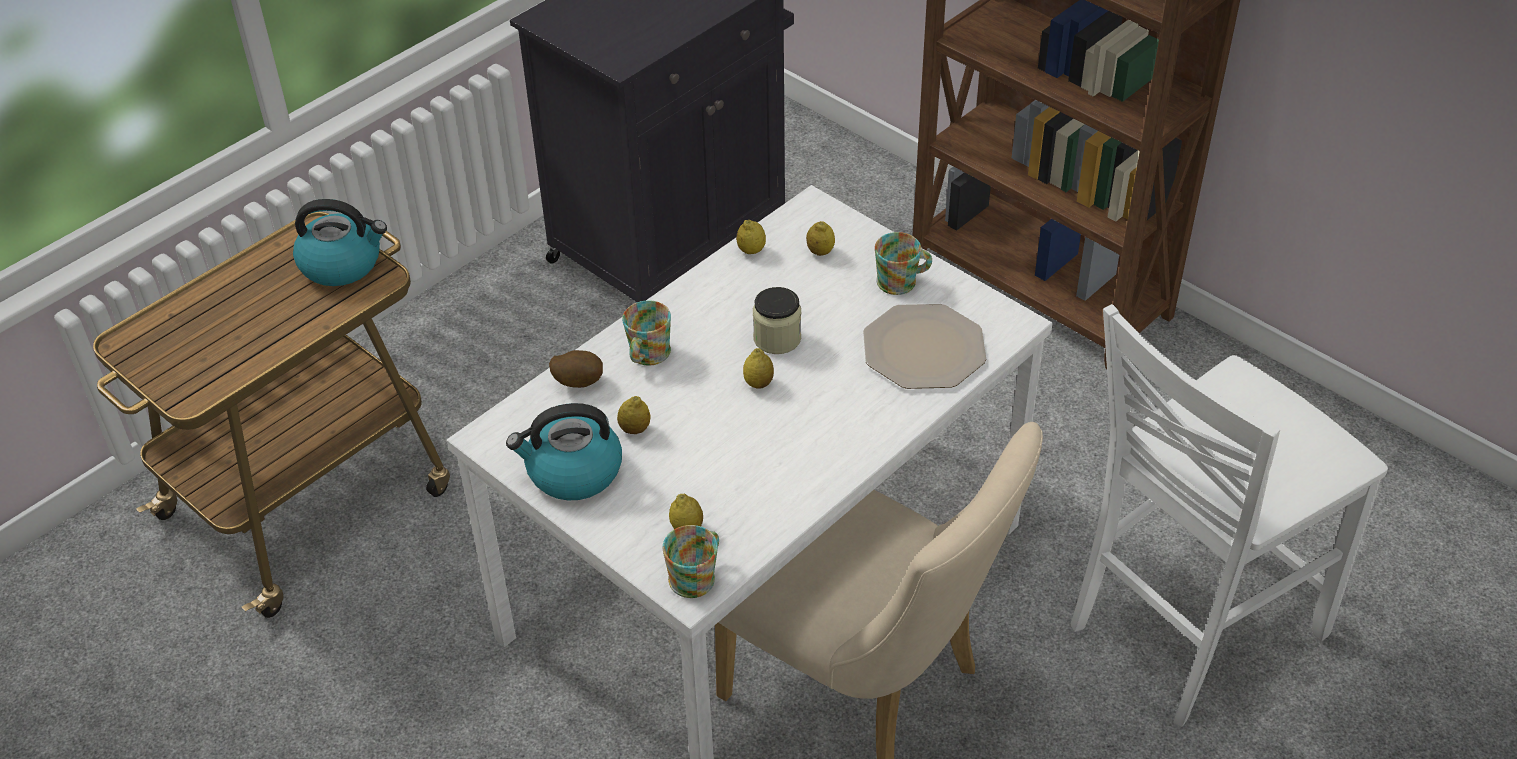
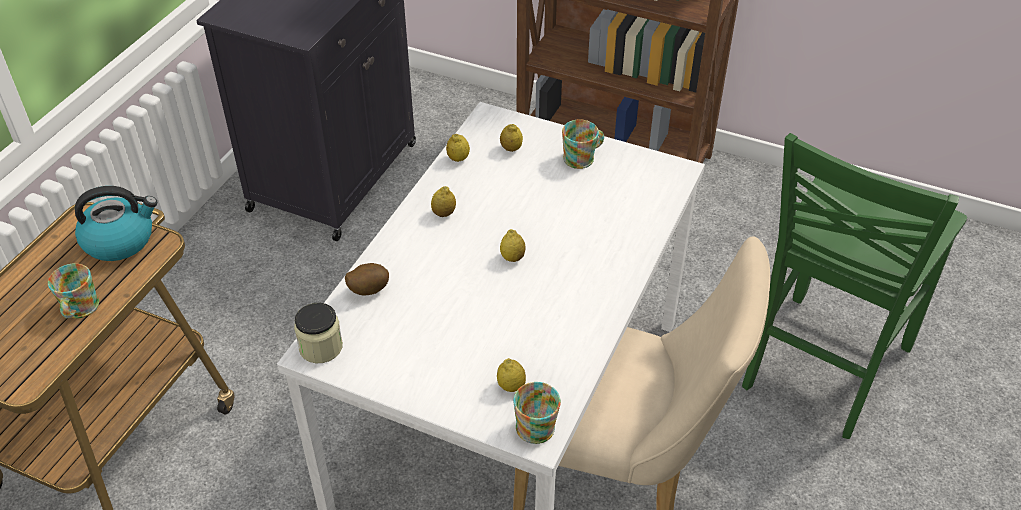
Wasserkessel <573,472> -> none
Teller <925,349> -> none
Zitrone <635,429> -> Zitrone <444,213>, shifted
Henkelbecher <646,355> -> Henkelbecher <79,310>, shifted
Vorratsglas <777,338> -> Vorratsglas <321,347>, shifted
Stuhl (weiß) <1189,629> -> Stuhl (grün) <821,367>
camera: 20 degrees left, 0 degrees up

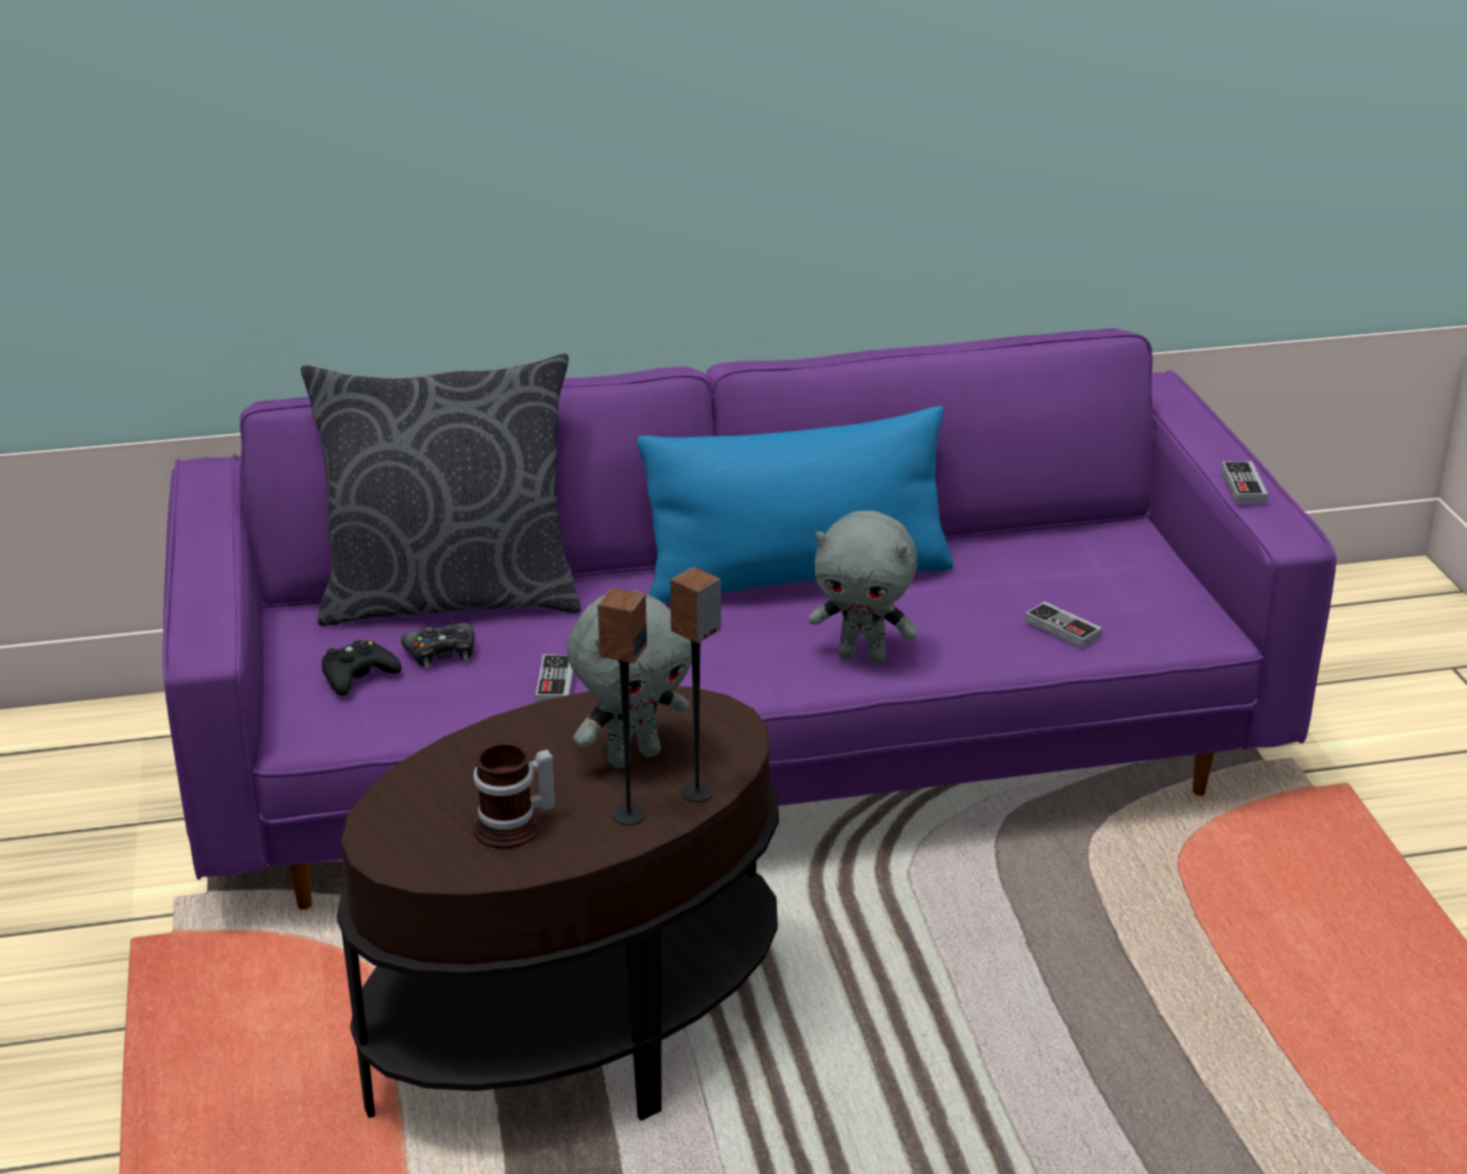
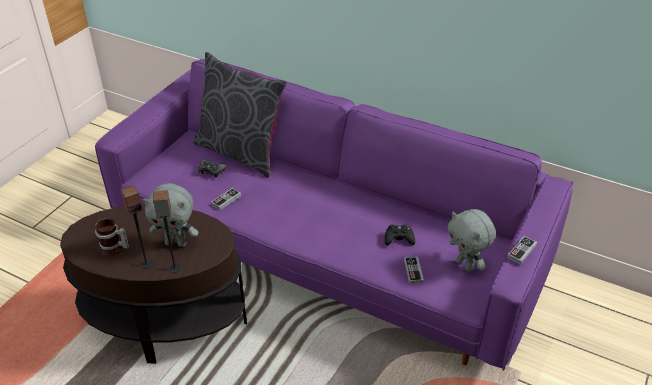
Kissen (blau) <797,576> -> none
Gamepad (schwarz) <358,676> -> Gamepad (schwarz) <399,238>, shifted
Plüschtier (grau) <863,656> -> Plüschtier (grau) <465,265>, shifted
camera: 40 degrees right, 10 degrees up

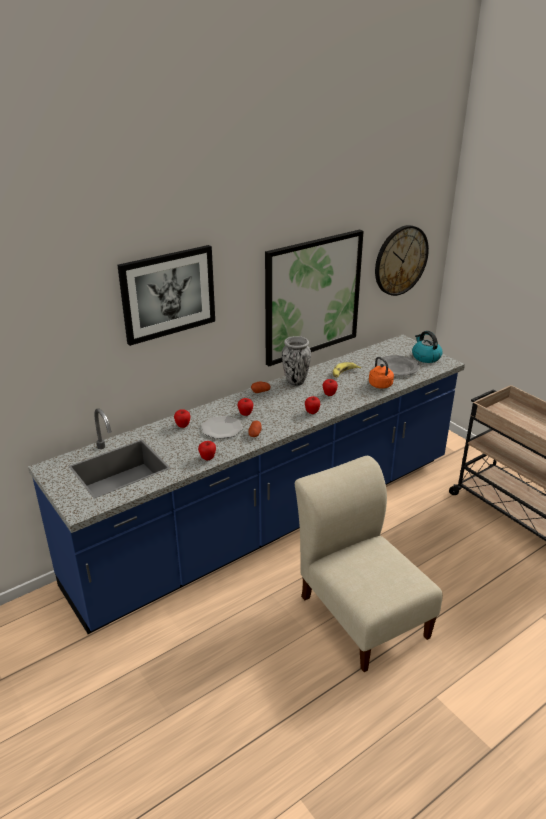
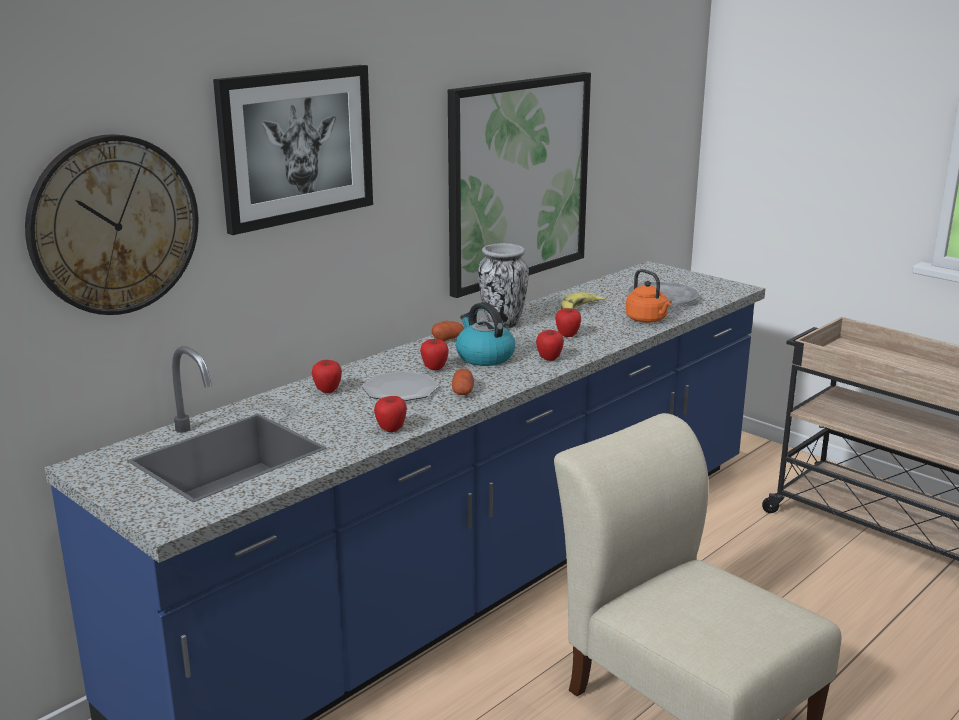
Wanduhr <400,260> -> Wanduhr <114,225>, shifted
Wasserkessel <425,357> -> Wasserkessel <484,357>, shifted
camera: 10 degrees left, 10 degrees down

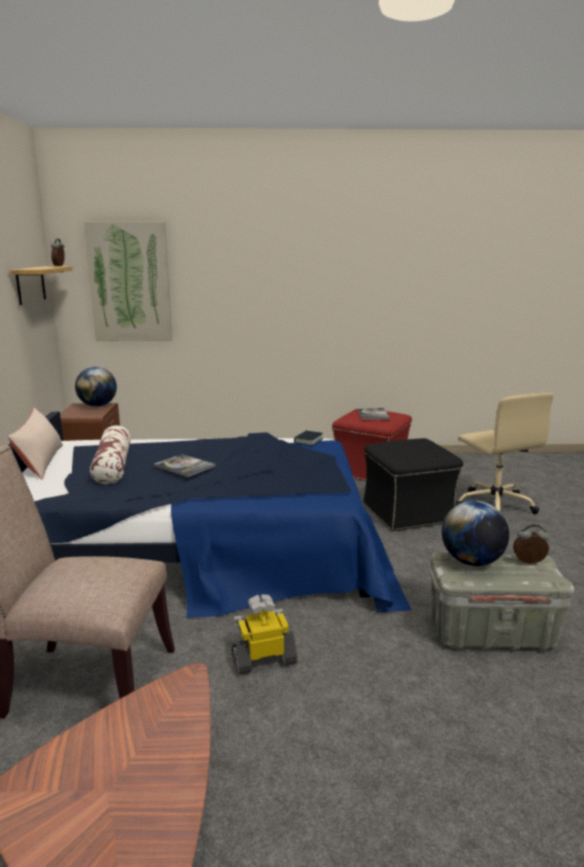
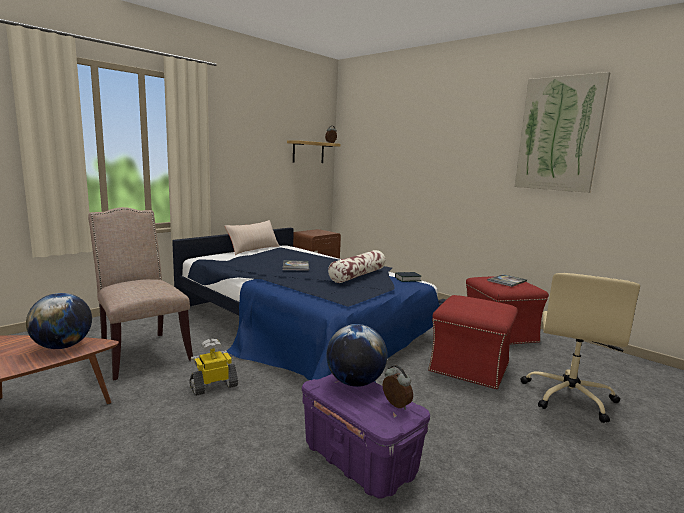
Globus <98,406> -> Globus <62,346>, shifted
Bild <130,282> -> Bild <559,134>, shifted
Kissen <113,466> -> Kissen <358,275>, shifted
Polsterhocker (schwarz) <408,513> -> Polsterhocker (rot) <470,367>
Aufbewahrungsbox (grau) <491,633> -> Aufbewahrungsbox (lila) <358,460>
Spielzeugroboter <264,659> -> Spielzeugroboter <213,386>, 60 degrees counterclockwise
camera: 45 degrees right, 5 degrees down

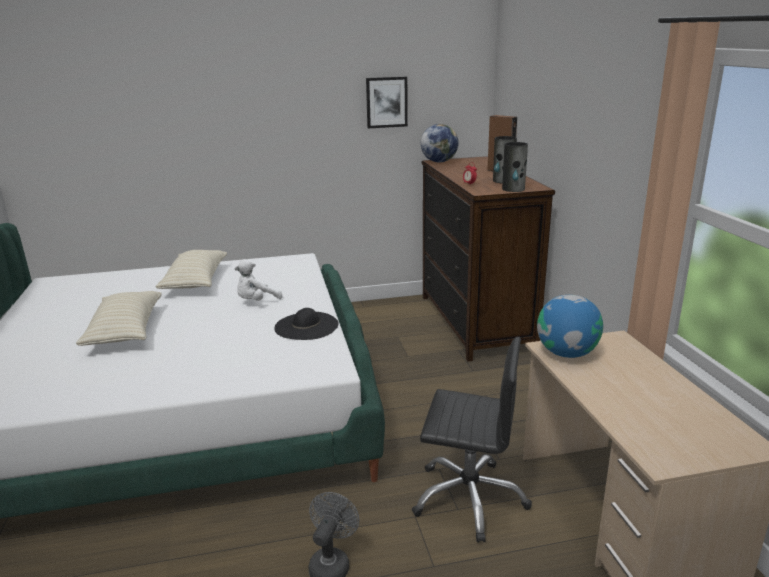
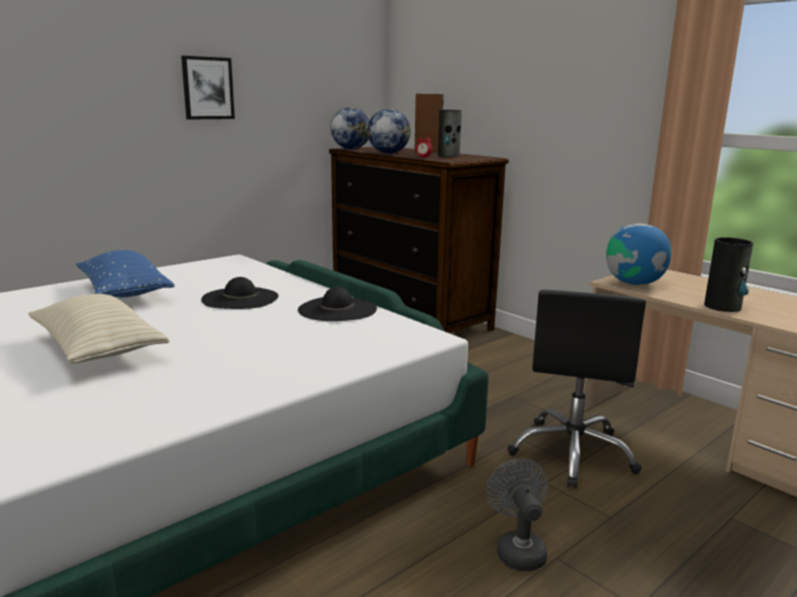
none -> Globus <388,153>
Bild <386,102> -> Bild <207,88>, shifted
Vase <513,189> -> Vase <723,306>, shifted
Plüschtier (weiß) <256,301> -> Hut (schwarz) <240,298>
Kissen (beige) <195,282> -> Kissen (blau) <125,292>
Bürostuhl (schwarz) <469,498> -> Bürostuhl (schwarz) <573,453>, 120 degrees clockwise
camera: 30 degrees left, 5 degrees down

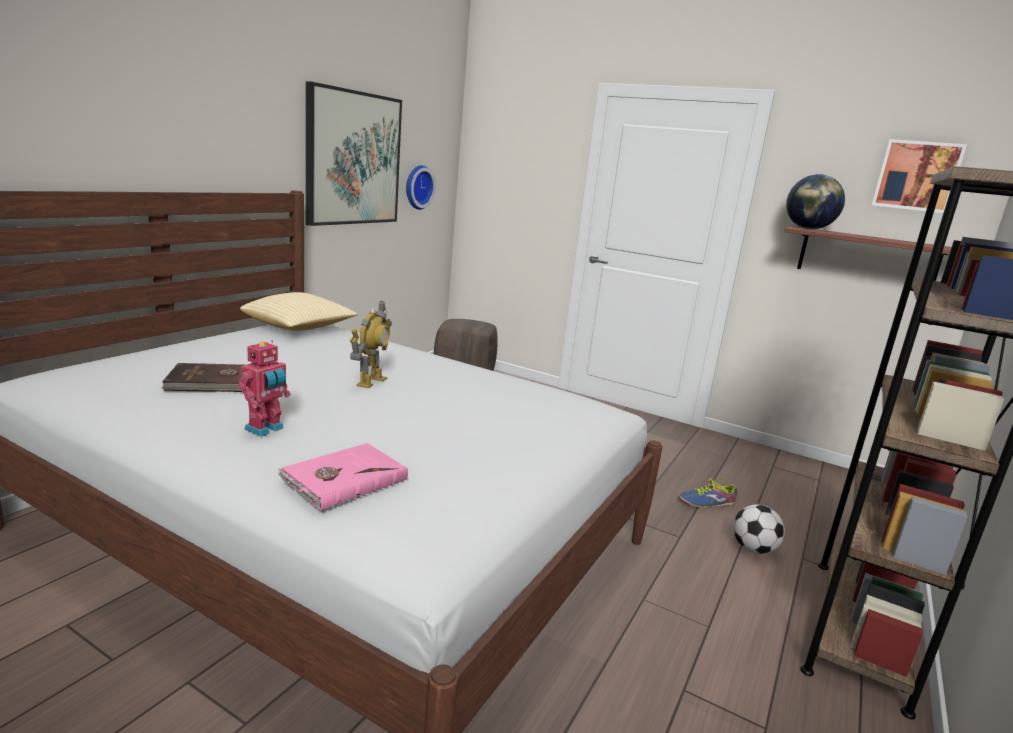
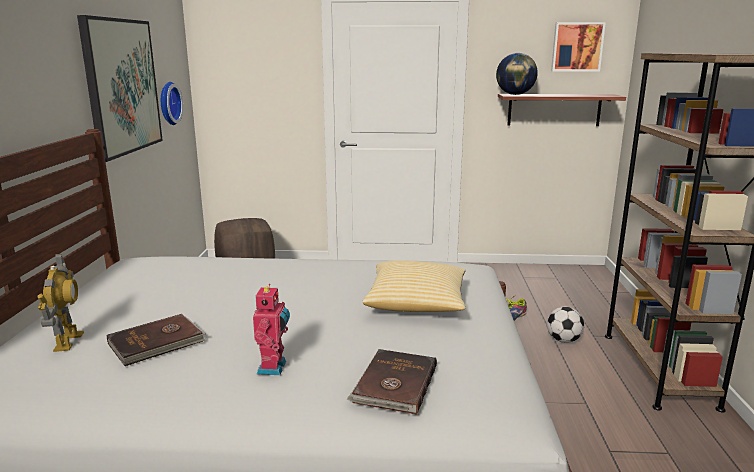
Kissen <299,328> -> Kissen <416,303>, shifted
Spielzeugroboter <370,381> -> Spielzeugroboter <67,341>, shifted
Buch (rosa) <343,479> -> Buch (braun) <394,384>
camera: 25 degrees left, 0 degrees up

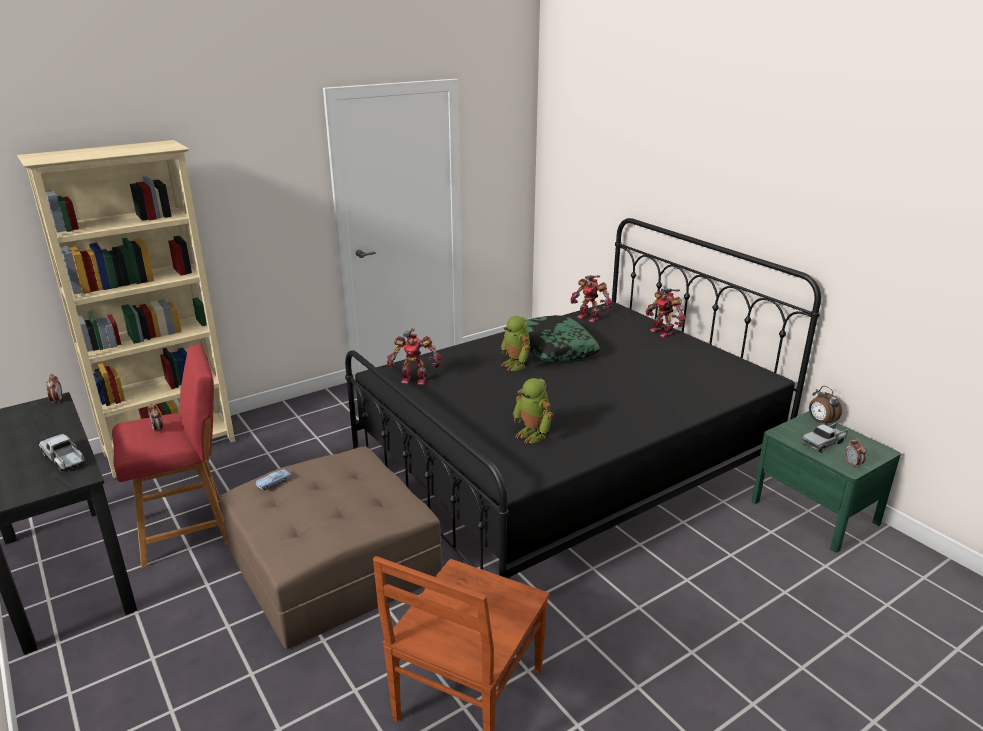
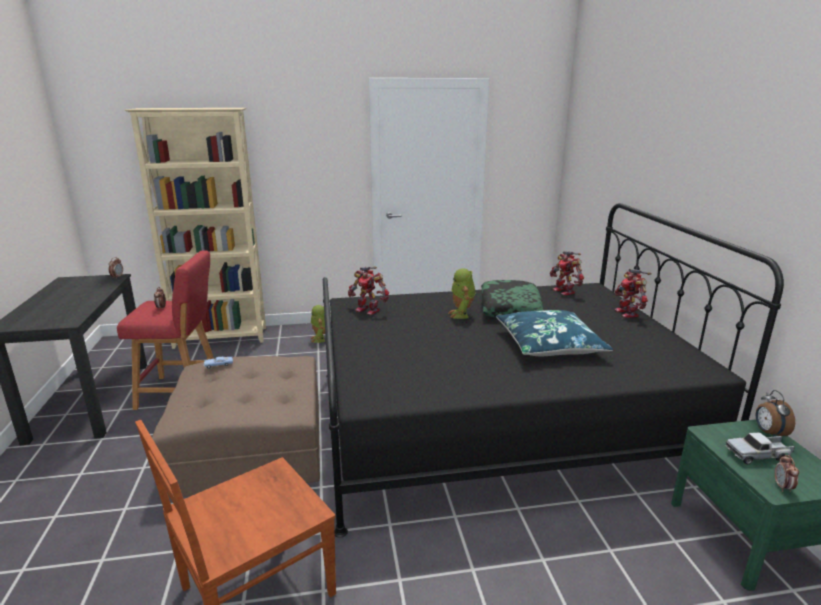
Spielzeuglaster <65,459> -> none
none -> Kissen (blau) <549,344>
Spielzeugroboter <533,434> -> Spielzeugroboter <320,339>, shifted
camera: 25 degrees right, 5 degrees down

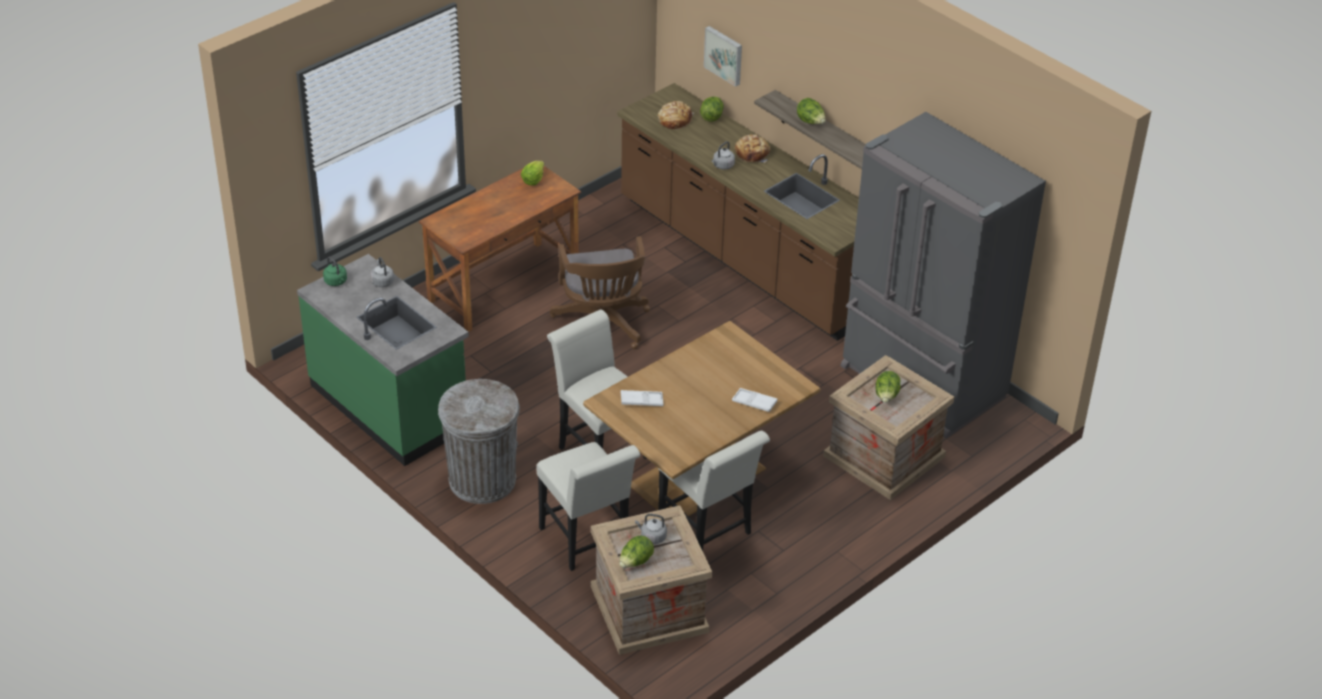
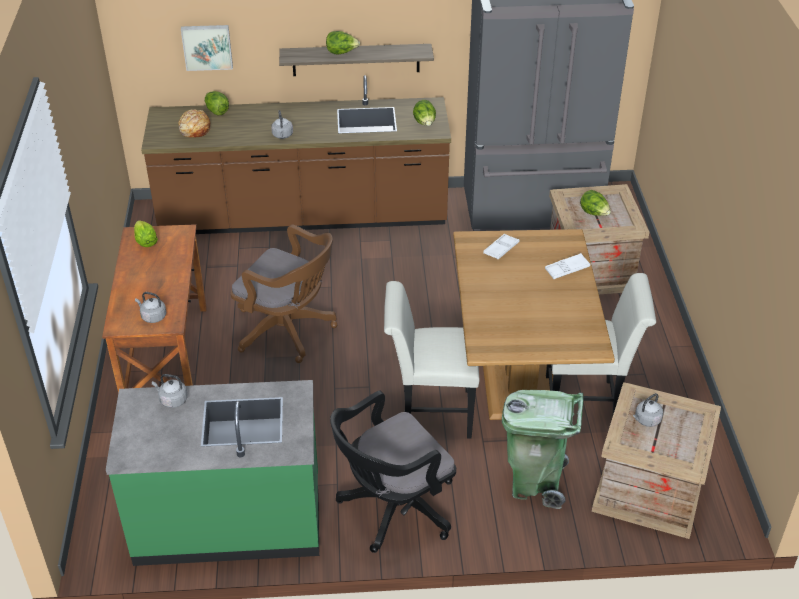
Wasserkessel (grün) <336,282> -> none
Brot <752,153> -> none
none -> Wasserkessel (grau) <152,316>
Salatkopf <635,562> -> Salatkopf <425,123>, shifted
Tablett (weiß) <641,401> -> Tablett (weiß) <501,249>, shifted
Mülleimer (grau) <482,479> -> Bürostuhl (schwarz) <392,509>
Stuhl (weiß) <587,542> -> Mülleimer (grün) <535,483>
camera: 50 degrees left, 0 degrees up

